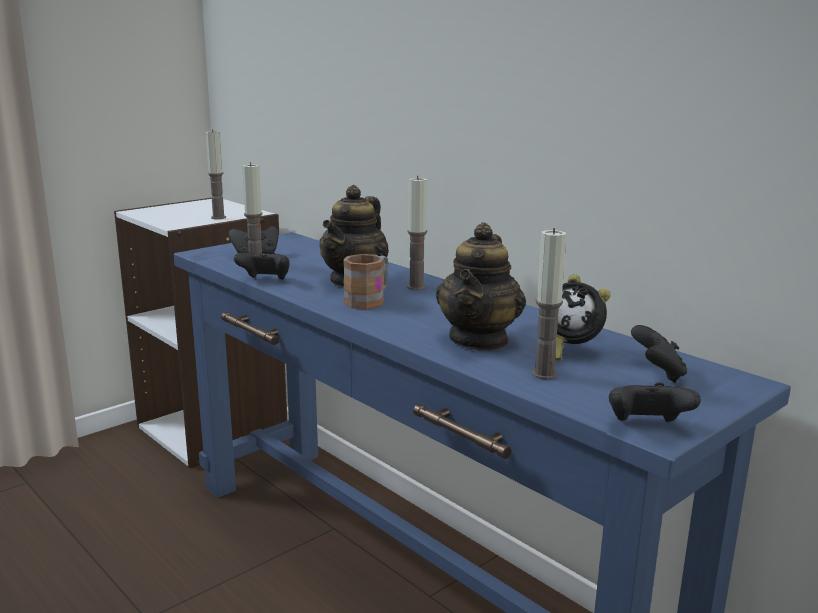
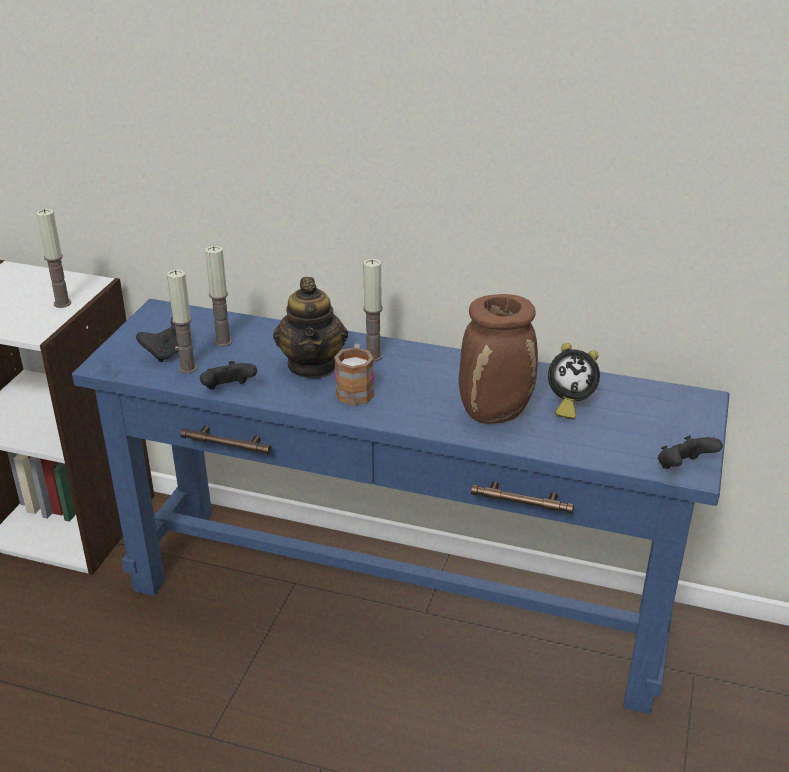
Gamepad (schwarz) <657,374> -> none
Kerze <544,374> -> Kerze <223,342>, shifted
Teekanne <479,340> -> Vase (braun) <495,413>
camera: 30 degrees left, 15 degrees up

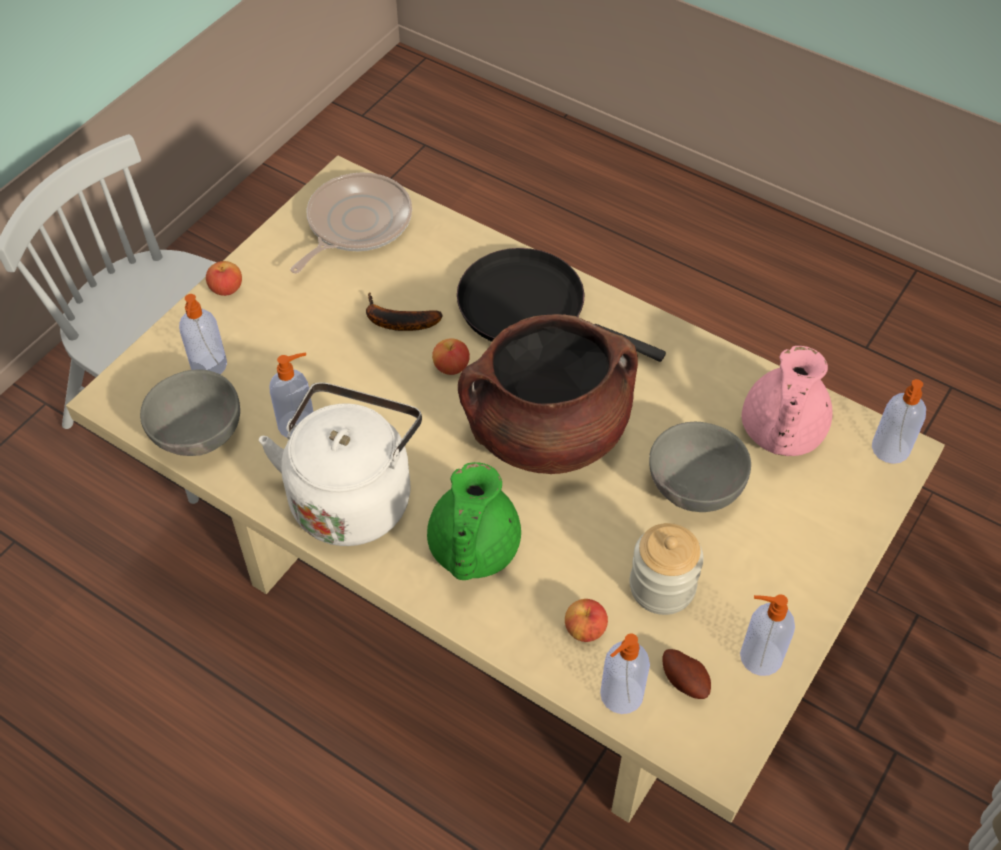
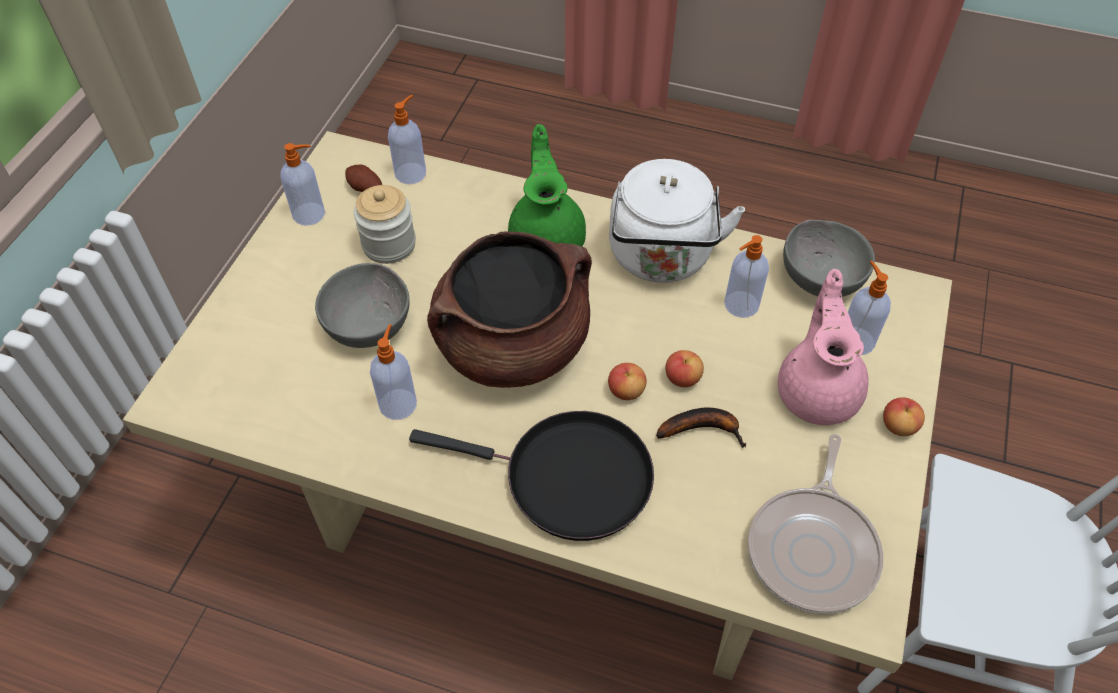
Apfel <585,629> -> Apfel <682,378>, shifted
Teekanne (rosa) <780,432> -> Teekanne (rosa) <818,390>, shifted
Seifenspender <890,450> -> Seifenspender <398,403>, shifted
camera: 165 degrees right, 0 degrees up

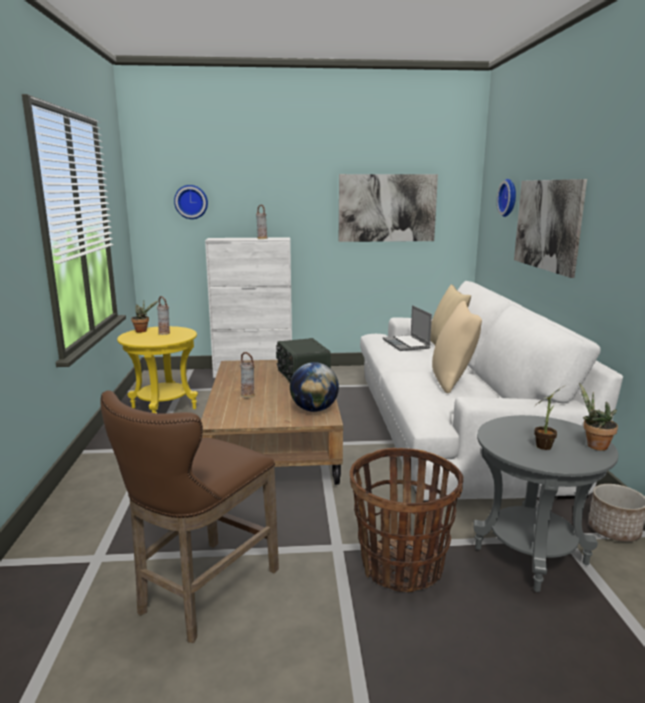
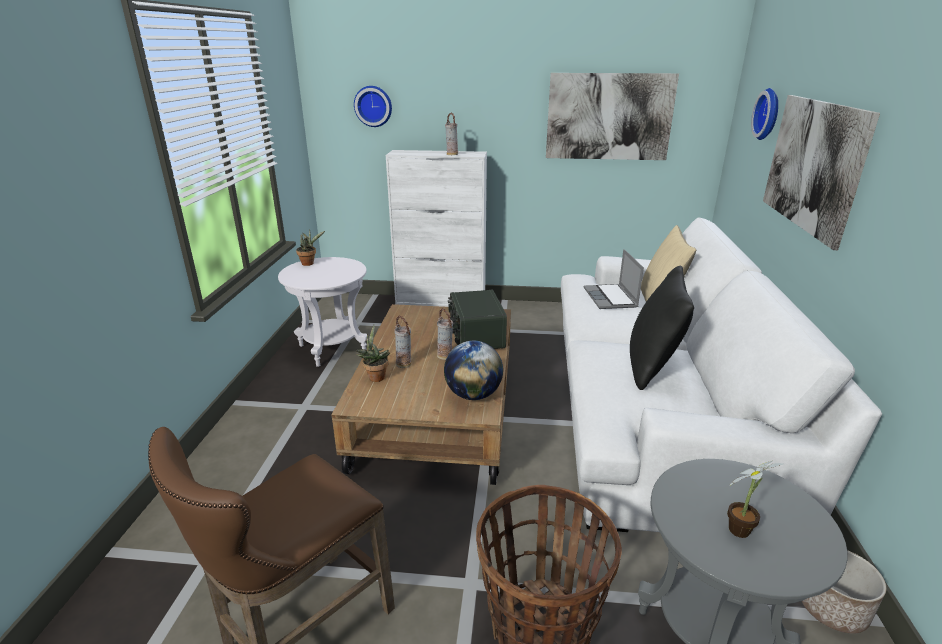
Vase <165,333> -> Vase <445,356>, shifted
Topfpflanze <594,445> -> Topfpflanze <375,376>, shifted
Beistelltisch (gelb) <164,408> -> Beistelltisch (weiß) <332,349>
Kissen (beige) <452,380> -> Kissen (schwarz) <652,367>
camera: 10 degrees right, 10 degrees up

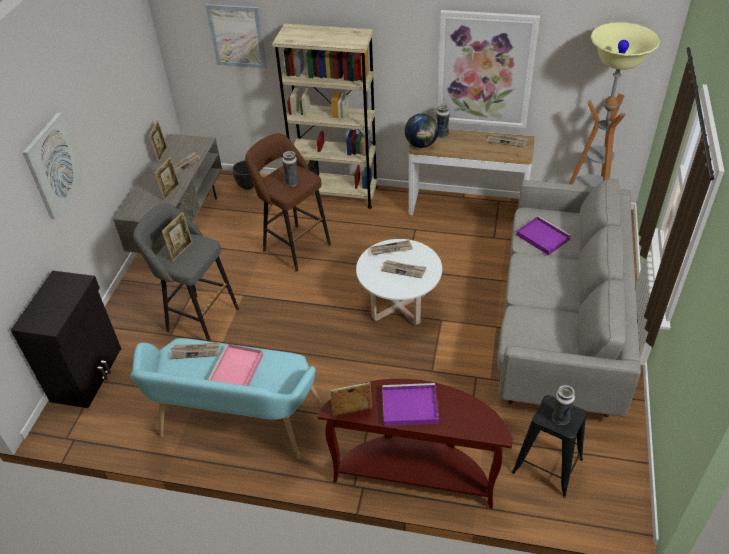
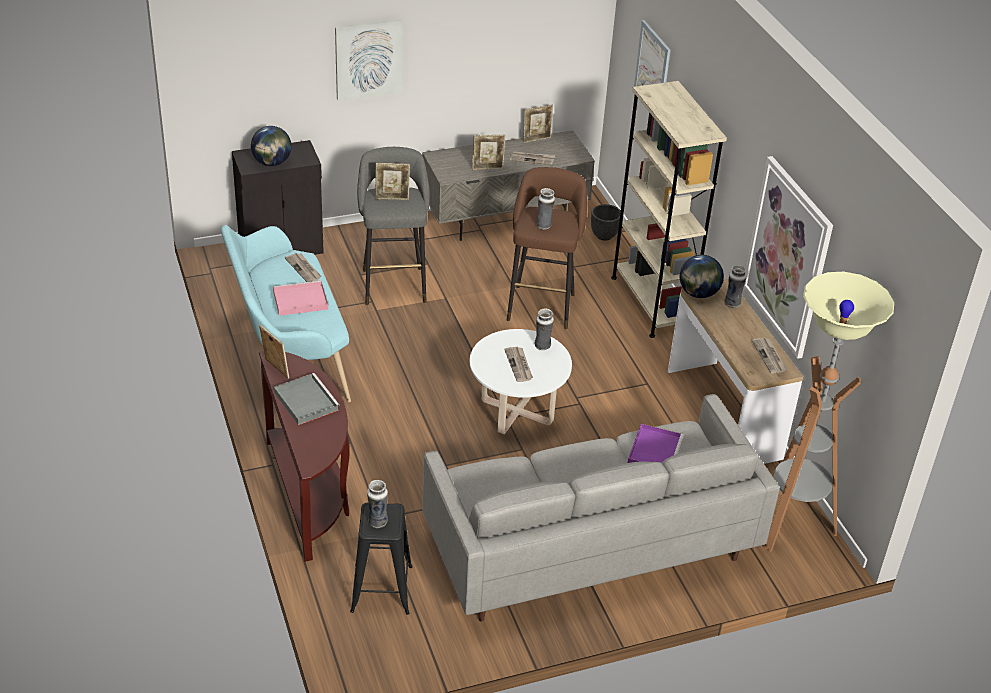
none -> Globus <272,163>
Zeitung <390,249> -> Vase <542,346>
Tablett (lila) <408,406> -> Tablett (grau) <305,400>
camera: 55 degrees right, 5 degrees down

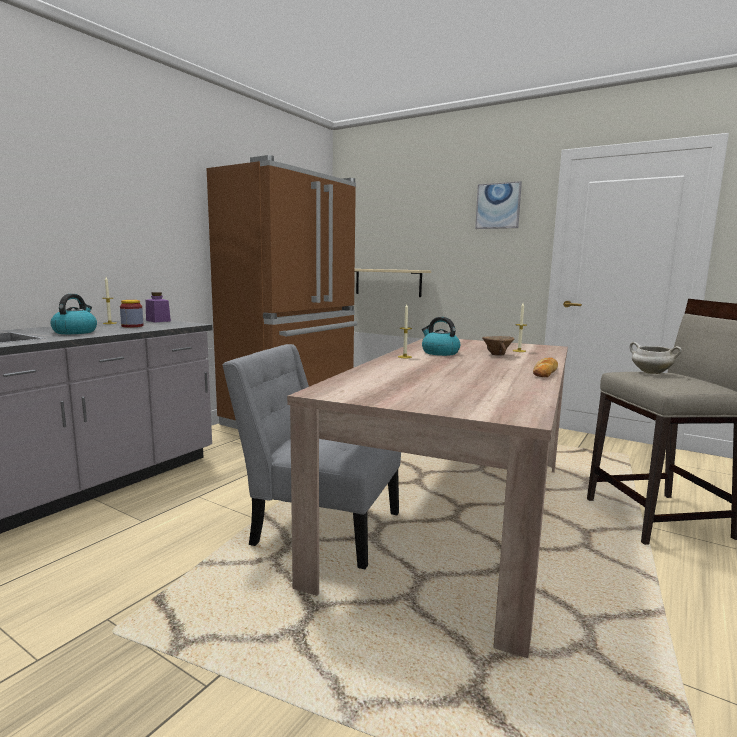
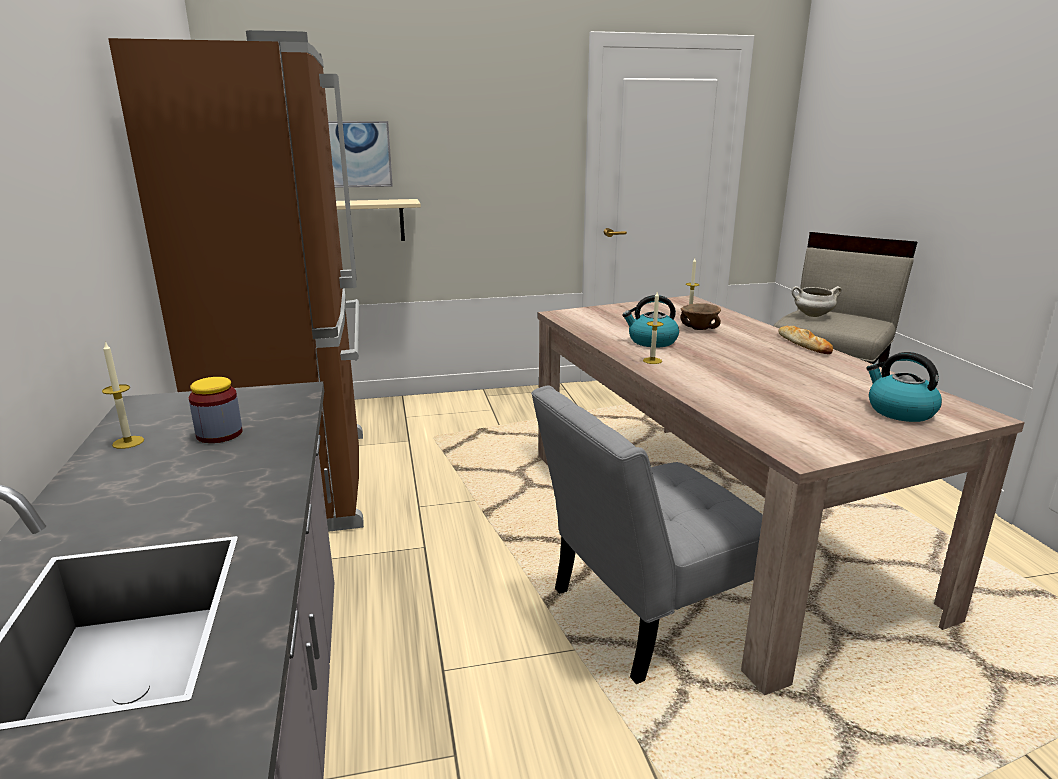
Vorratsglas (lila) <158,321> -> none
Wasserkessel <75,332> -> Wasserkessel <899,411>, shifted
Bild <498,206> -> Bild <358,154>, shifted
camera: 45 degrees left, 10 degrees up

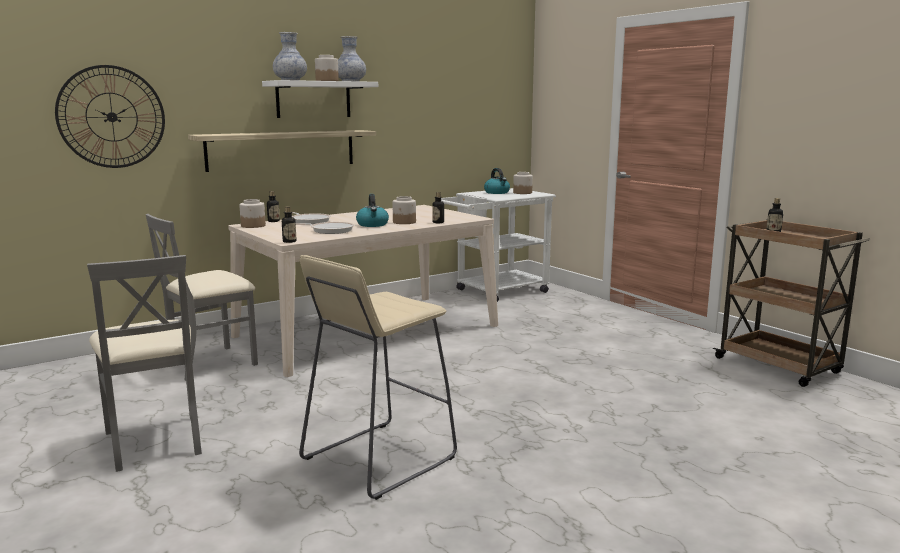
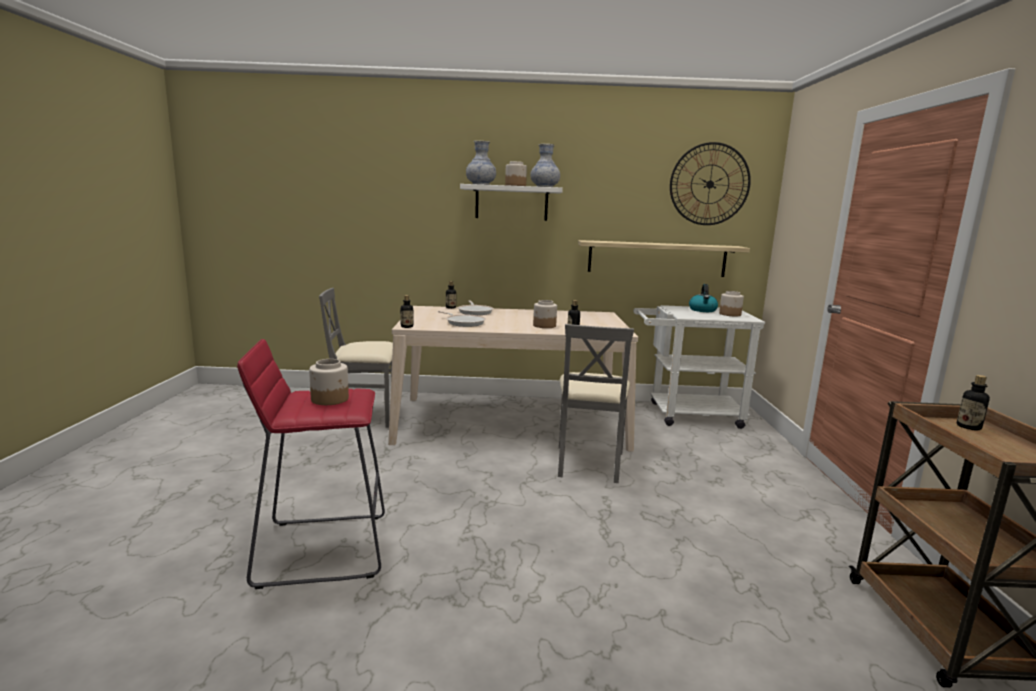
Wasserkessel <372,225> -> none
Wanduhr <112,117> -> Wanduhr <709,184>, shifted
Stuhl (grau) <155,441> -> Stuhl (grau) <588,463>, shifted
Wandregal <282,150> -> Wandregal <657,258>, shifted
Vorratsglas <253,226> -> Vorratsglas <330,399>, shifted
Hocker (beige) <377,458> -> Hocker (rot) <321,548>
camera: 35 degrees right, 0 degrees up

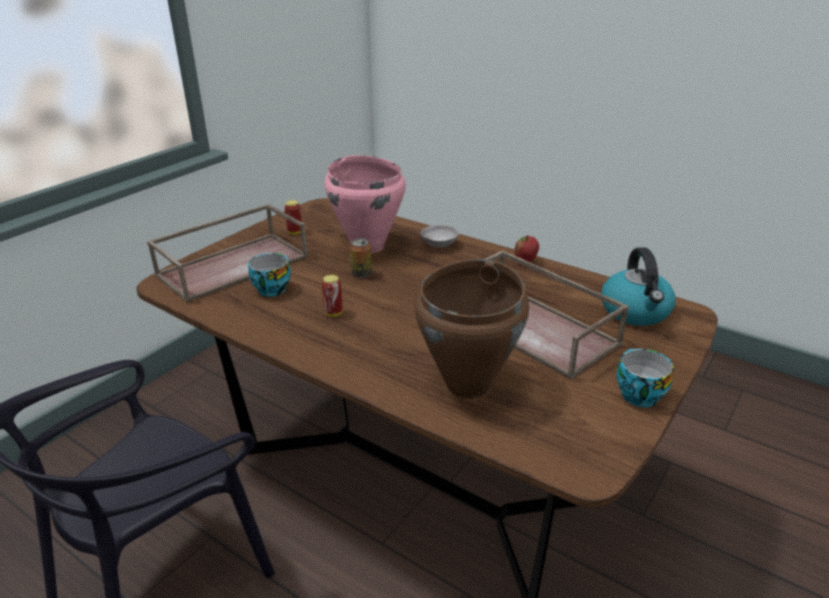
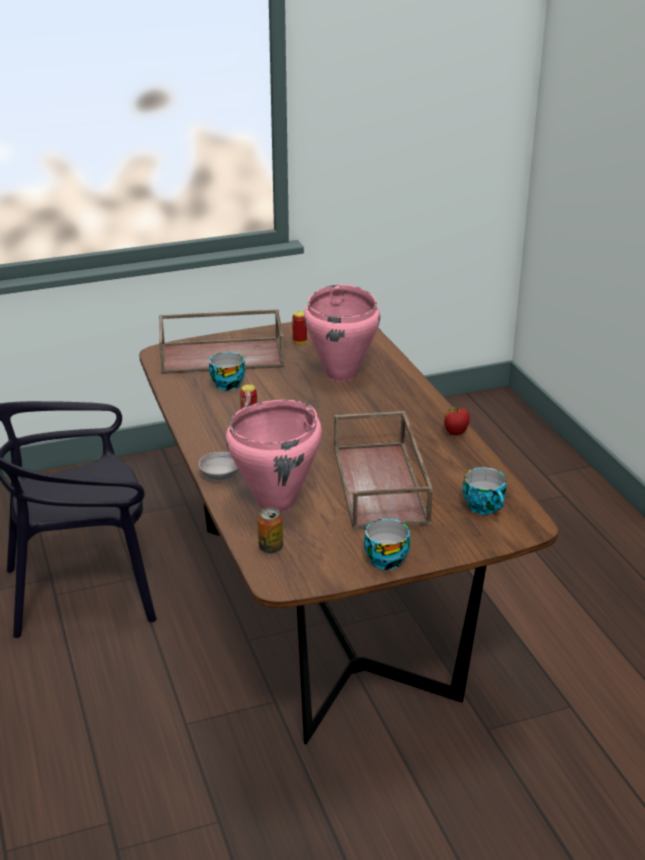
Dose <361,274> -> Dose <270,547>, shifted
Schüssel (grau) <439,244> -> Schüssel (grau) <220,475>, shifted
Wasserkessel <636,312> -> Tasse <485,507>
Kochtopf (braun) <469,385> -> Kochtopf (rosa) <277,503>
camera: 35 degrees right, 0 degrees up

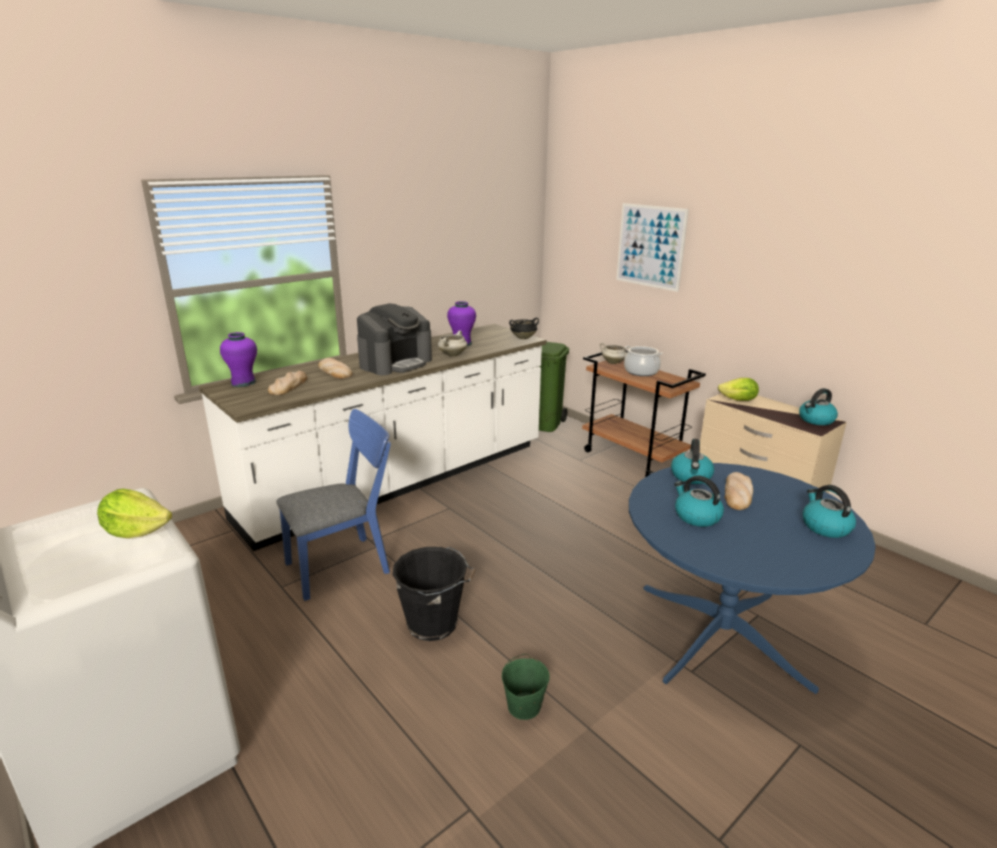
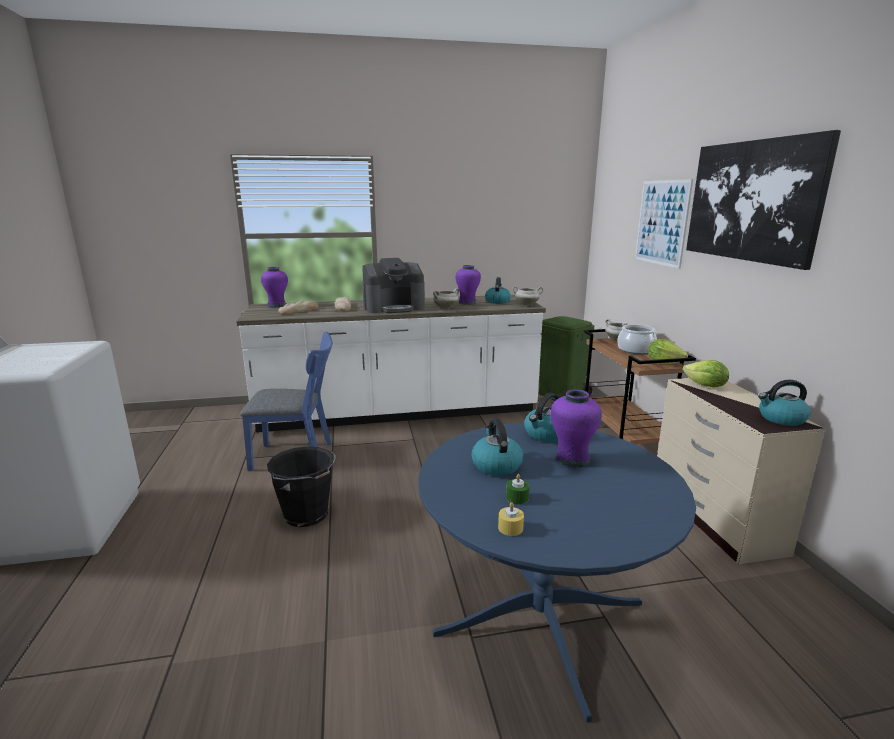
Eimer (grün) <524,707> -> none
none -> Kerze (gelb) <510,528>
none -> Kerze (grün) <517,498>
none -> Bild <752,201>
Salatkopf <136,531> -> Salatkopf <663,362>, shifted
Wasserkessel <825,527> -> Wasserkessel <497,301>, shifted
Brot <738,494> -> Vase (lila) <572,459>
Kochtopf (schwarz) <523,338> -> Kochtopf (weiß) <527,305>
camera: 30 degrees right, 5 degrees down

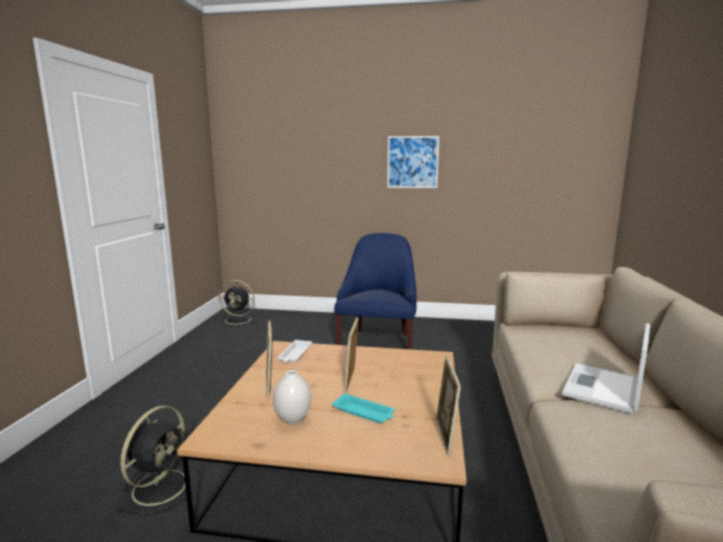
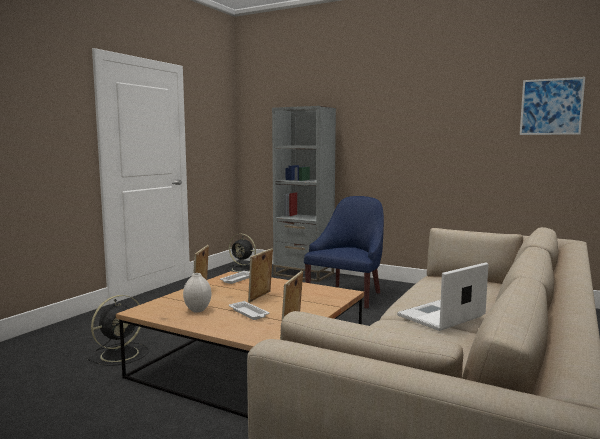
none -> Bücherregal (grau) <303,274>
Bild <412,162> -> Bild <551,106>, shifted
Tablett (türkis) <364,412> -> Tablett (weiß) <249,313>
camera: 20 degrees right, 5 degrees down

